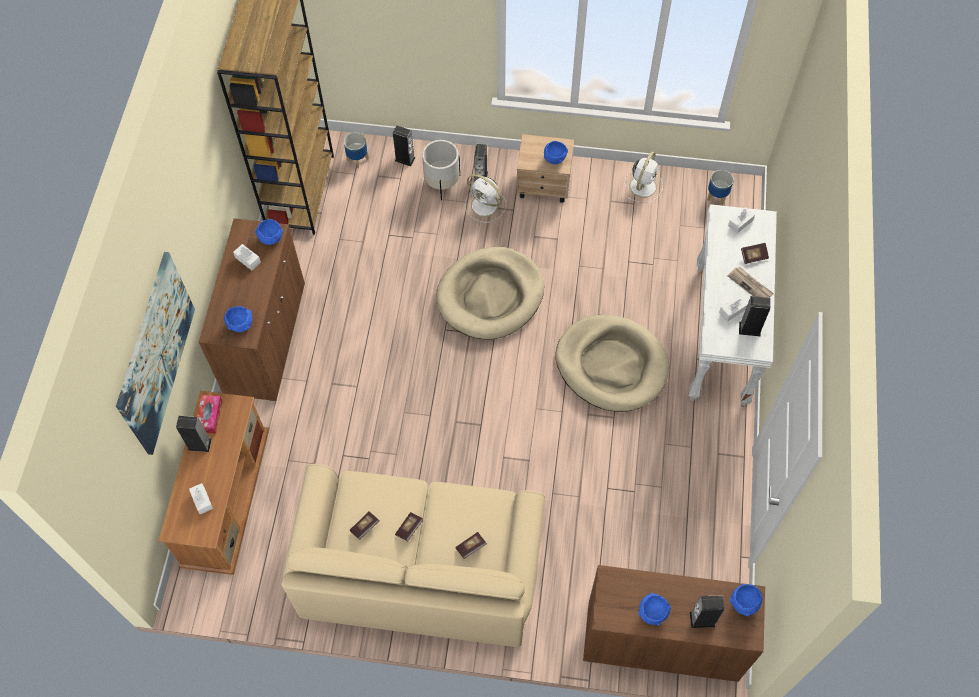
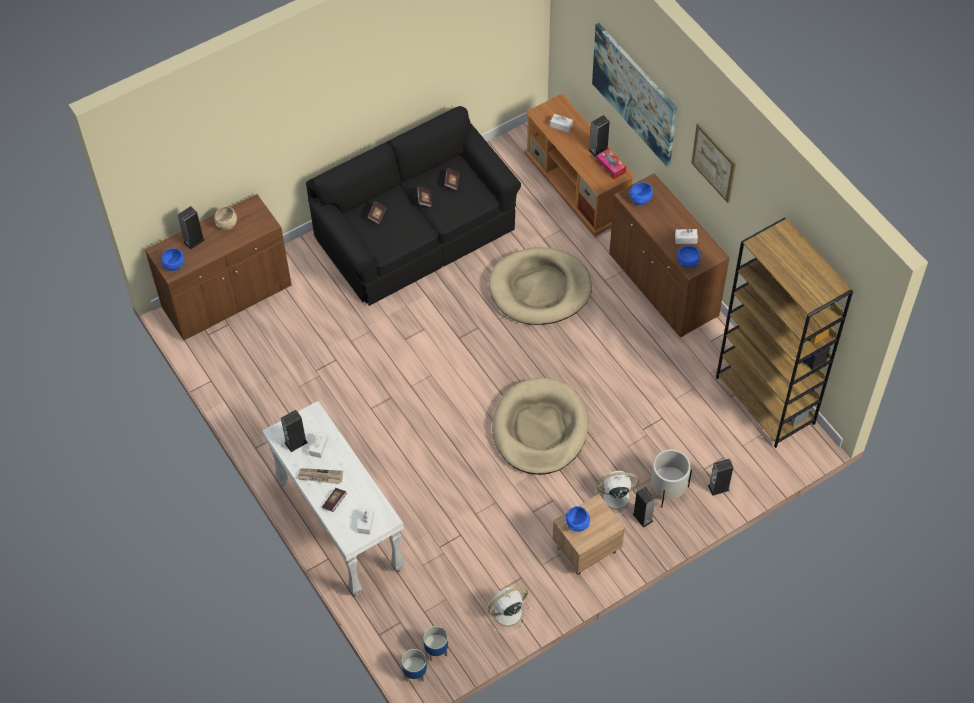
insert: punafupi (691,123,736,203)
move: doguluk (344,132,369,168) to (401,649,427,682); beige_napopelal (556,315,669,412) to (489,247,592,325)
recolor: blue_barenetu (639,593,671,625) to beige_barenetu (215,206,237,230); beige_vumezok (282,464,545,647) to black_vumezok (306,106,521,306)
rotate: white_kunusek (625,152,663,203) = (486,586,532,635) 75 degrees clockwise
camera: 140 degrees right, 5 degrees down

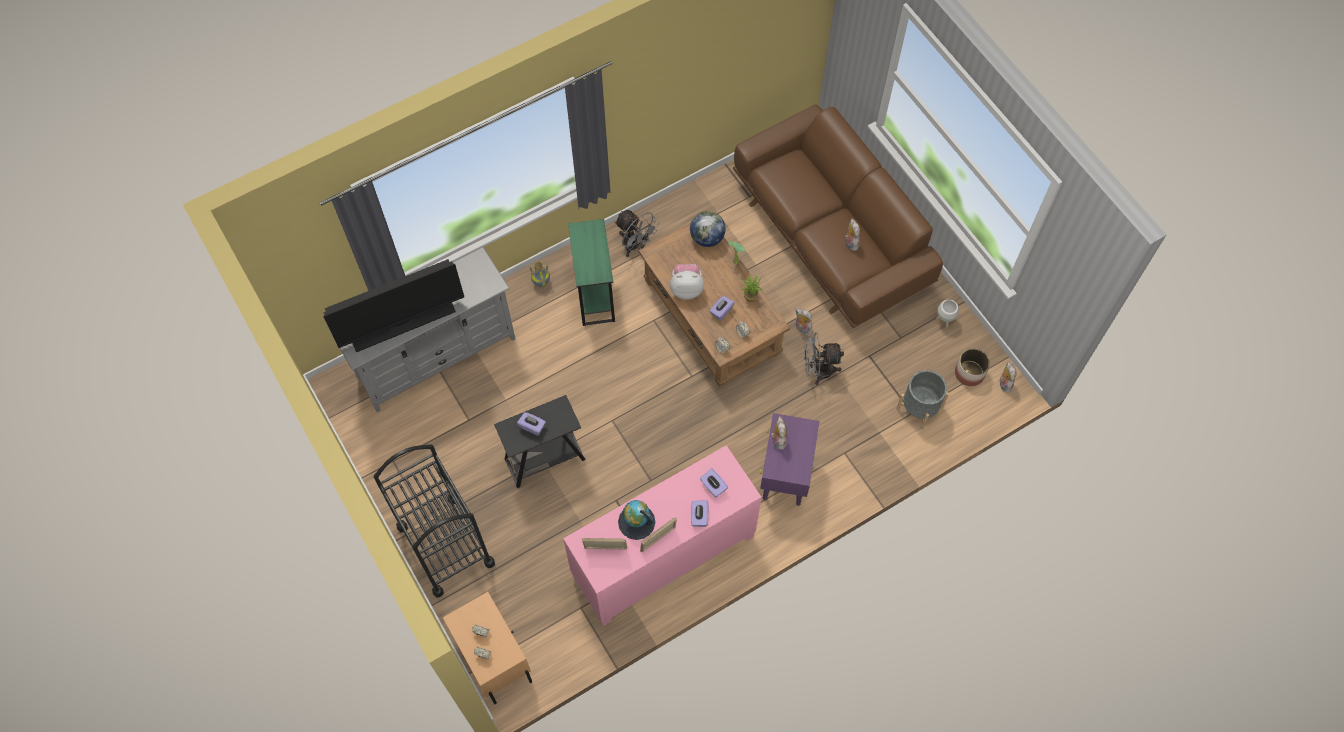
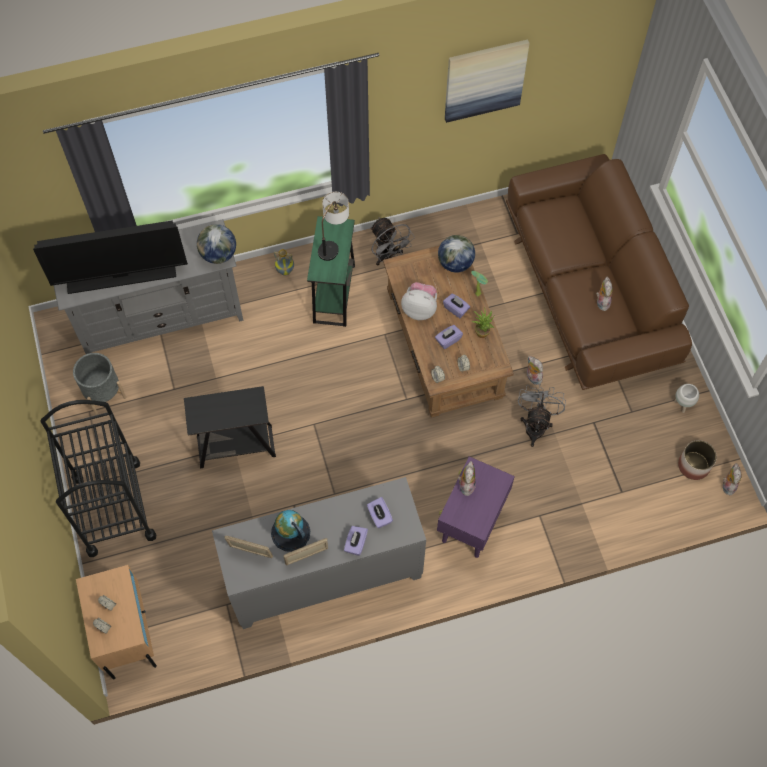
insert: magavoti (197,224,236,264); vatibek (318,192,349,261); punafupi (445,39,530,123)
move: grey_doguluk (896,370,949,430) to (73,353,126,414); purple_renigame (517,412,546,436) to (443,293,470,318)
recolor: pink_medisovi (563,445,762,626) to grey_medisovi (212,477,426,629)
rotate: grey_kunusek (804,332,844,385) = (518,384,566,447) 90 degrees clockwise
camera: 15 degrees right, 0 degrees up

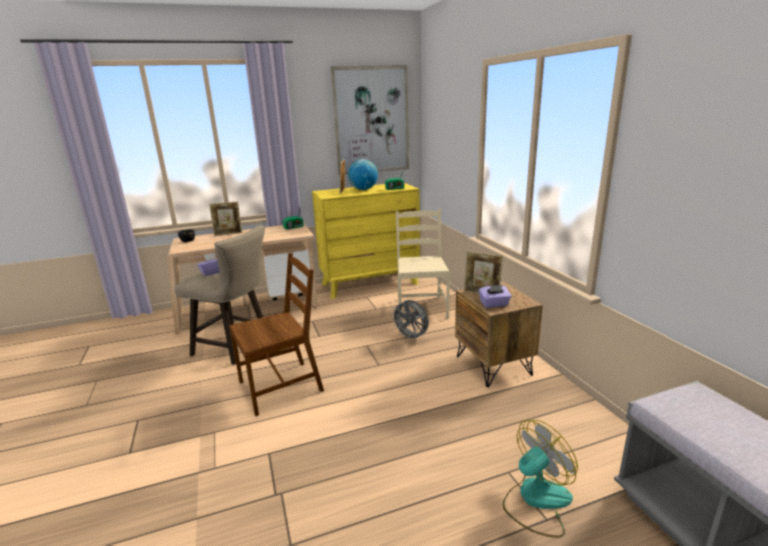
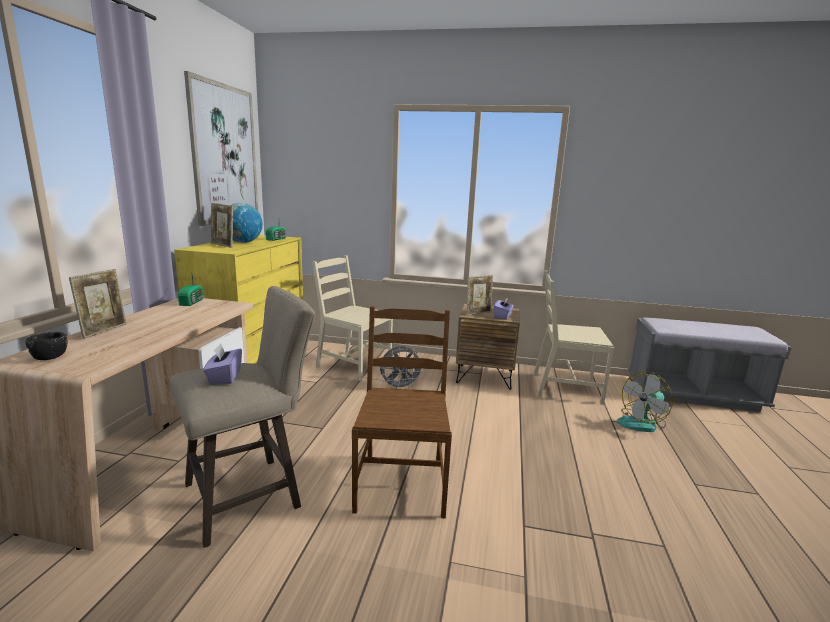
insert: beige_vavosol (533,271,614,405)
rotate: kunusek (503,420,578,538) = (617,371,673,432) 120 degrees counterclockwise
camera: 60 degrees left, 5 degrees down

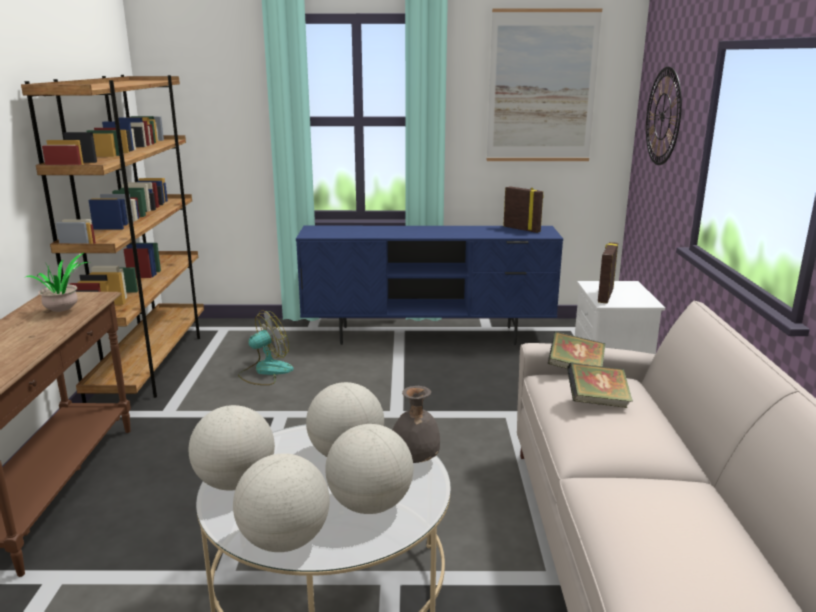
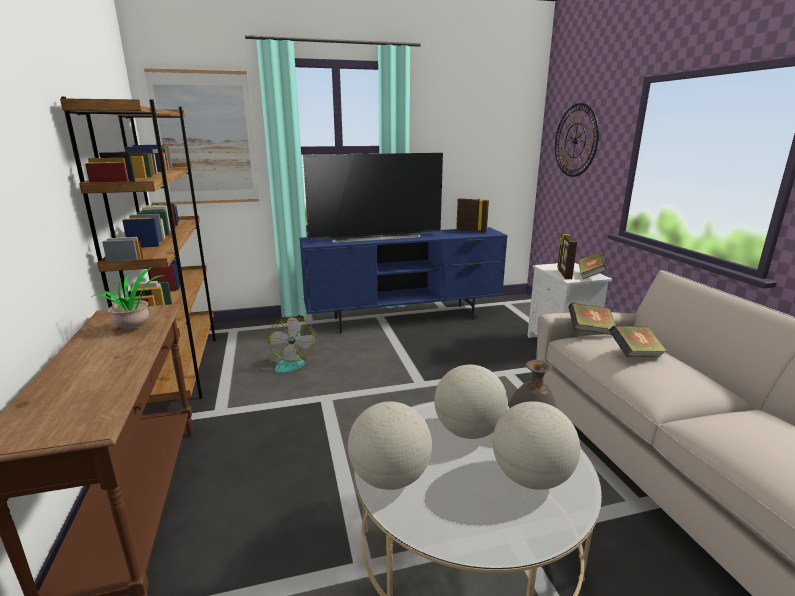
delete: magavoti (233,453,330,552)
insert: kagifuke (303,153,443,243); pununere (578,252,607,279)
move: punafupi (487,8,602,161) to (144,68,260,205)
rotate: kunusek (238,310,294,385) = (265,316,316,374) 135 degrees clockwise
camera: 15 degrees left, 0 degrees up

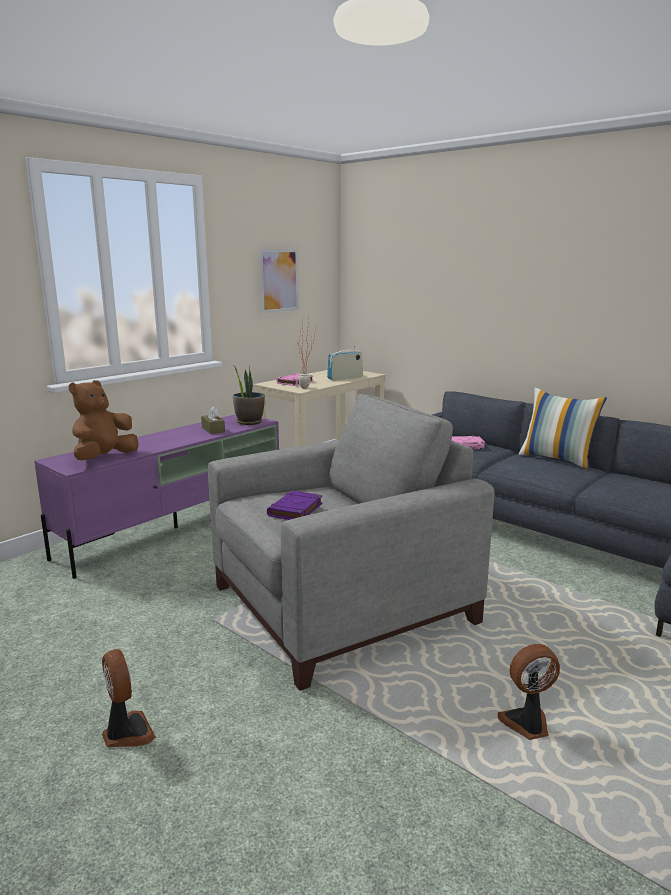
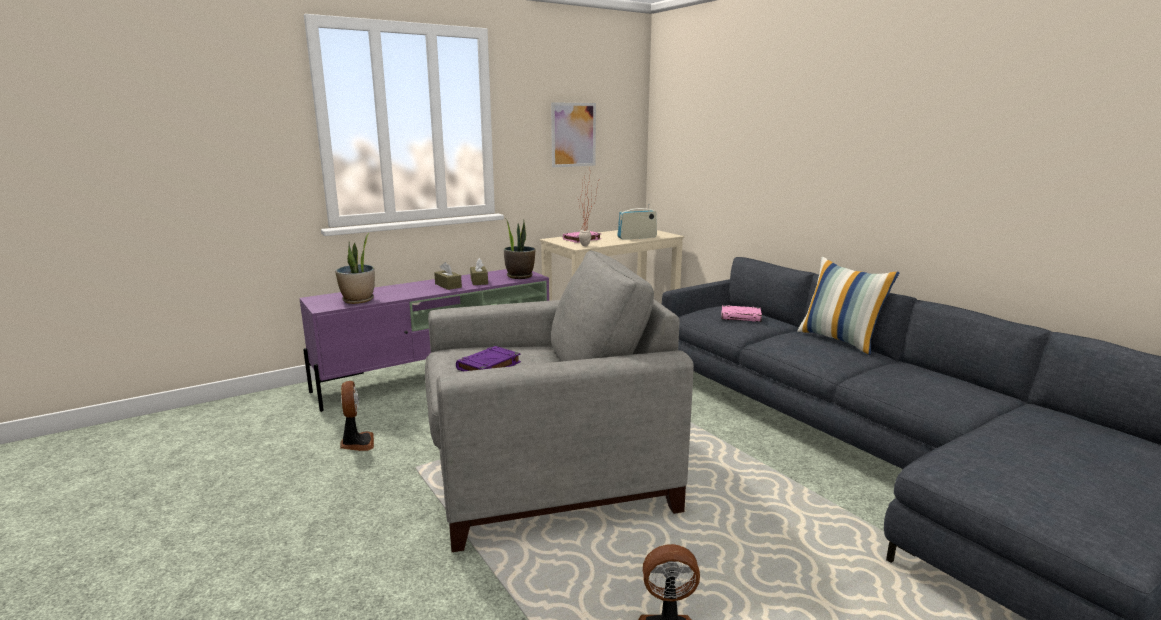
insert: brown_renigame (434,262,462,290)
move: kunusek (102,649,156,747) to (340,381,374,451)
replace: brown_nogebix (69,380,139,460) to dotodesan (335,233,375,304)
camera: 15 degrees right, 0 degrees up

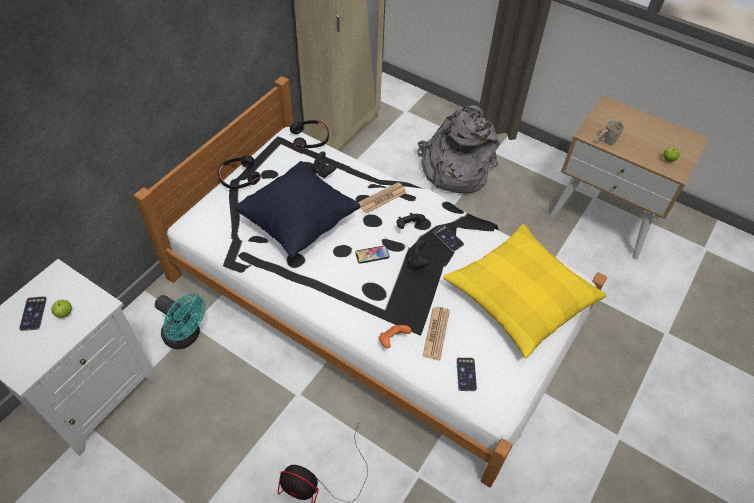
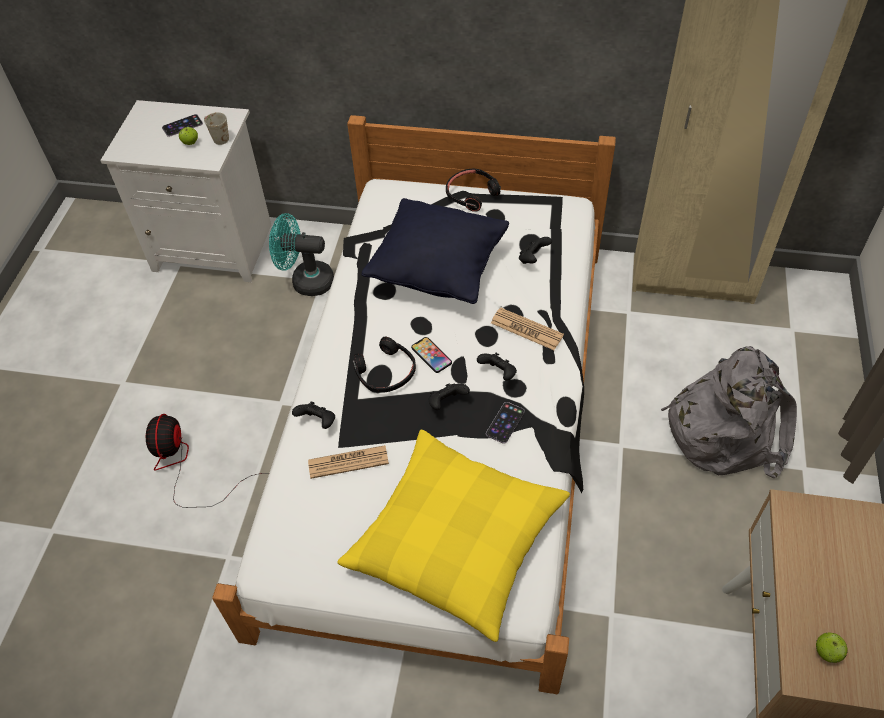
delete: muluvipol (456,357,477,391)
move: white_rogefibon (598,120,624,145) to (204,112,229,145); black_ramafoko (290,120,329,150) to (352,337,416,393)
recolor: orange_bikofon (379,325,411,348) to black_bikofon (292,402,335,429)
rotate: turquoise_kunusek (155,294,205,349) = (269,213,334,296) 90 degrees clockwise
camera: 70 degrees right, 0 degrees up

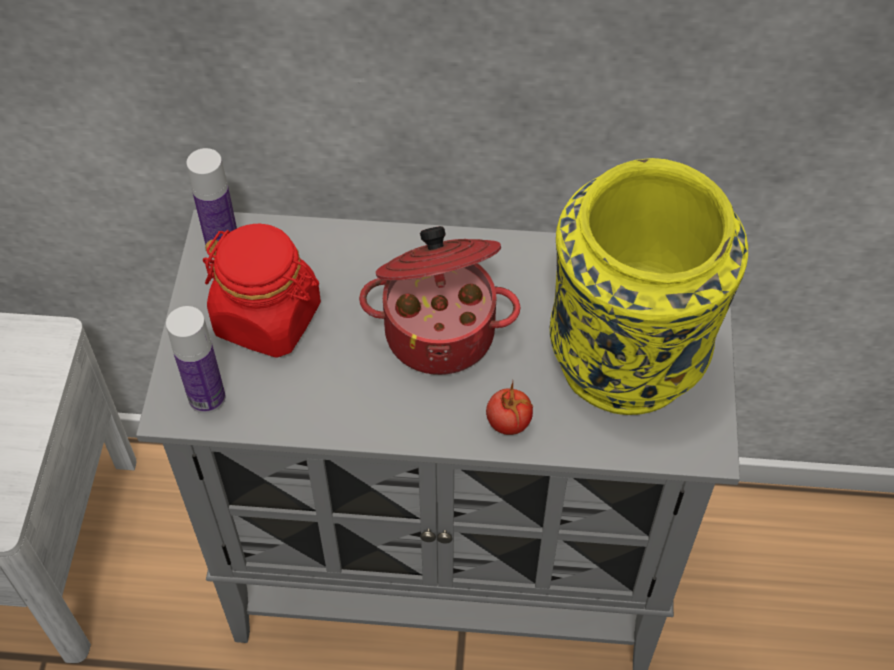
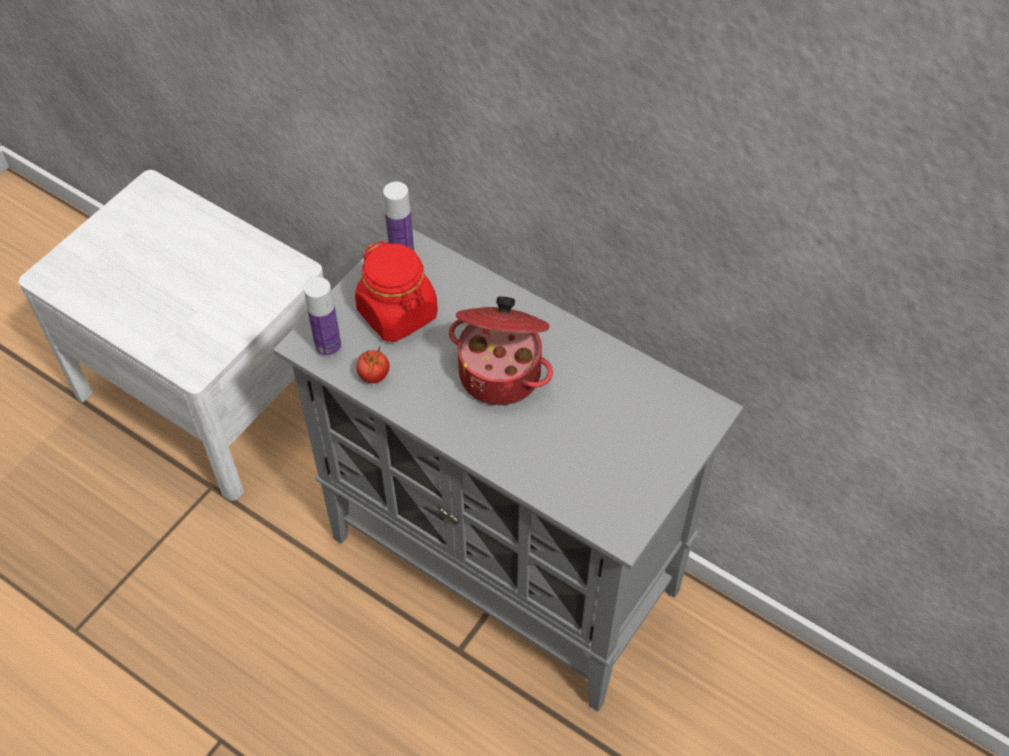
delete: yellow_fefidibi (550,158,748,415)
move: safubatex (486,382,533,435) to (356,346,389,383)
camera: 30 degrees right, 0 degrees up

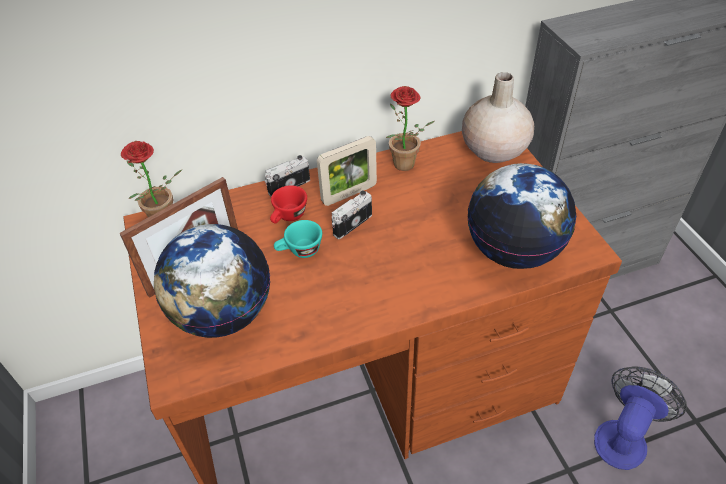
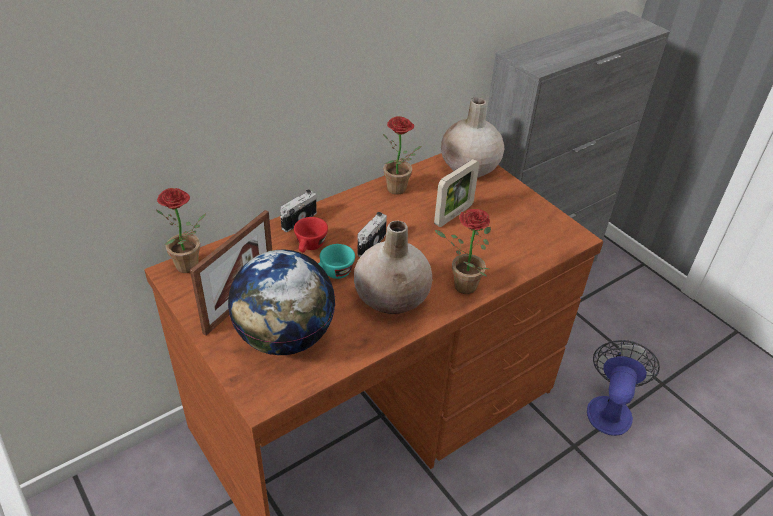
delete: magavoti (467,163,576,269)
insert: beige_fefidibi (354,221,432,314); dotodesan (435,209,491,294)
move: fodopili (317,136,377,206) to (434,159,479,227)
camera: 20 degrees left, 5 degrees down

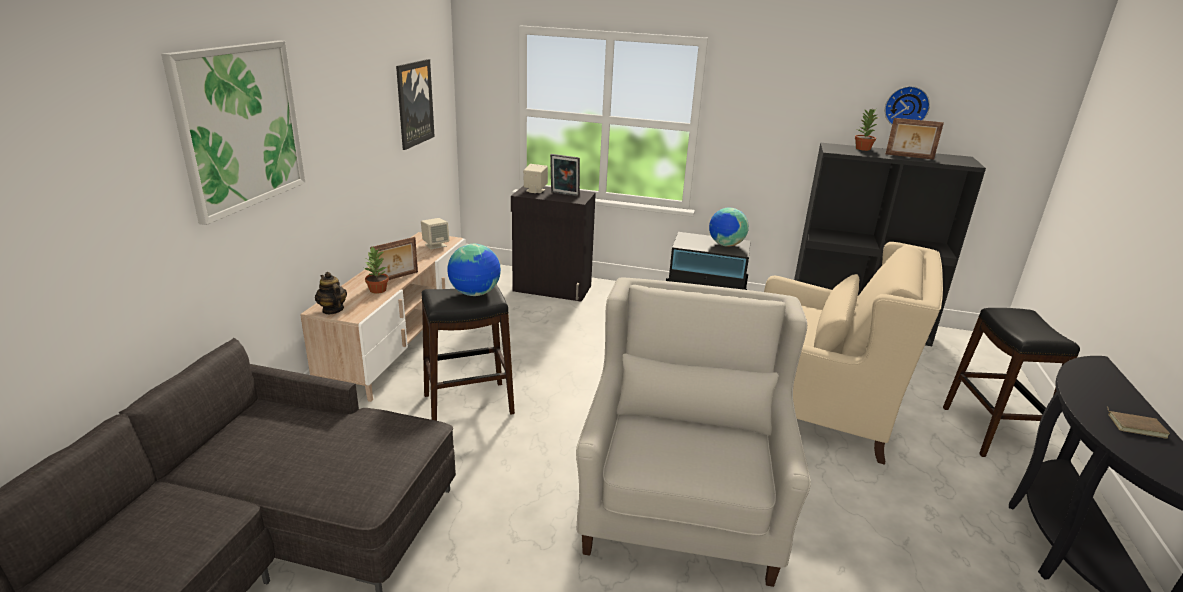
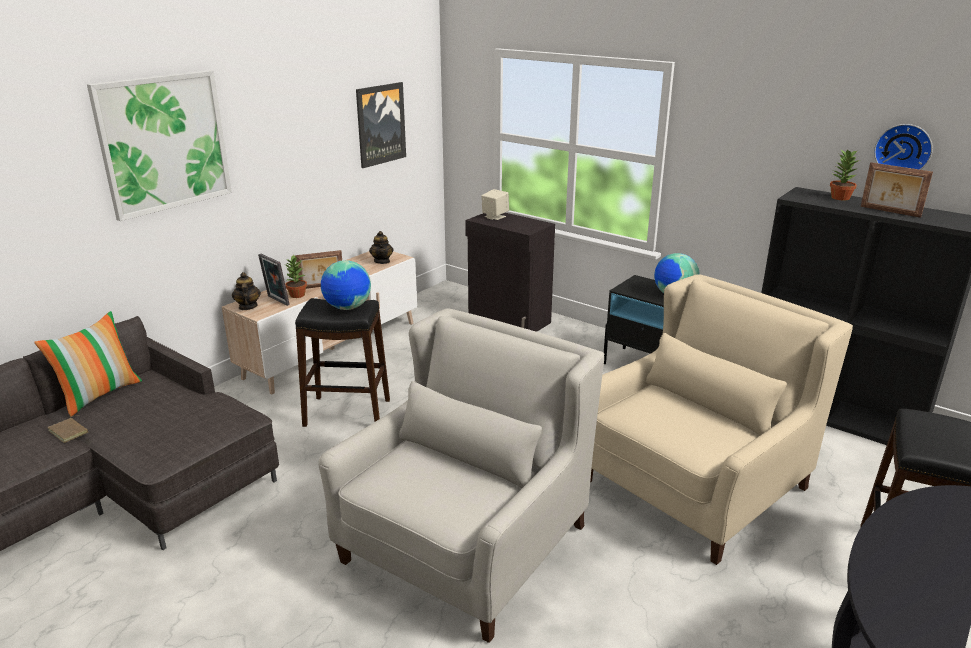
insert: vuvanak (34,311,142,417)
move: brown_pununere (1108,408,1170,439) to (48,415,88,443); fodopili (550,154,580,197) to (258,254,290,306)
replace: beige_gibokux (421,218,450,250) to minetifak (369,231,393,264)
rotate: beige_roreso (764,242,943,465) = (590,274,853,565) 90 degrees counterclockwise
camera: 25 degrees right, 0 degrees up

